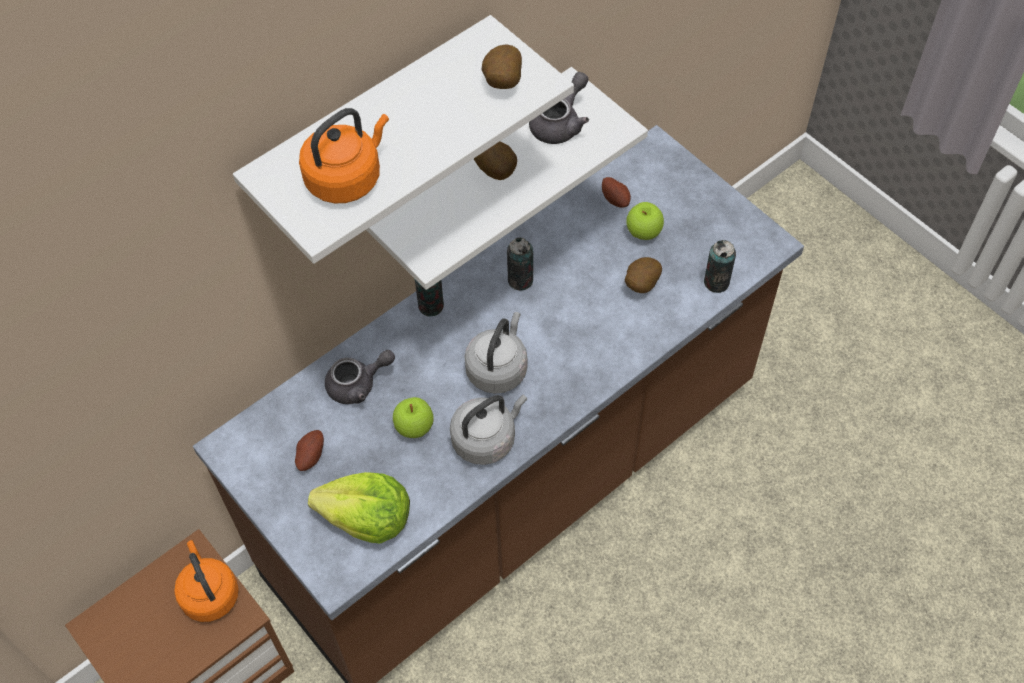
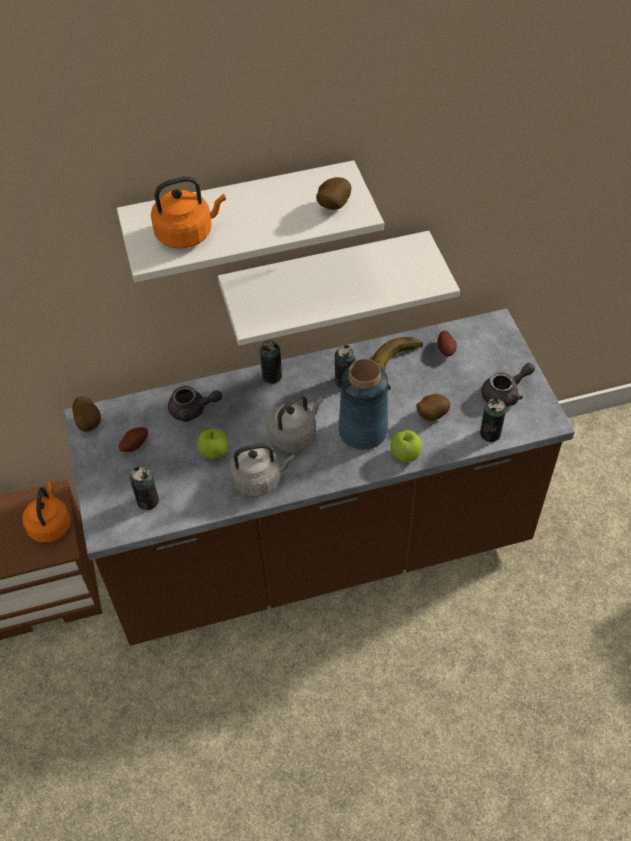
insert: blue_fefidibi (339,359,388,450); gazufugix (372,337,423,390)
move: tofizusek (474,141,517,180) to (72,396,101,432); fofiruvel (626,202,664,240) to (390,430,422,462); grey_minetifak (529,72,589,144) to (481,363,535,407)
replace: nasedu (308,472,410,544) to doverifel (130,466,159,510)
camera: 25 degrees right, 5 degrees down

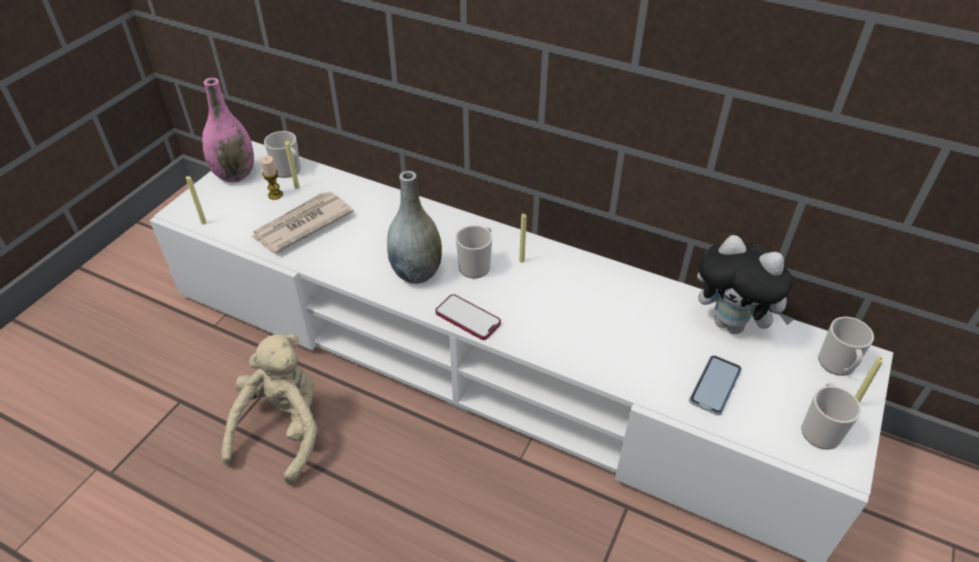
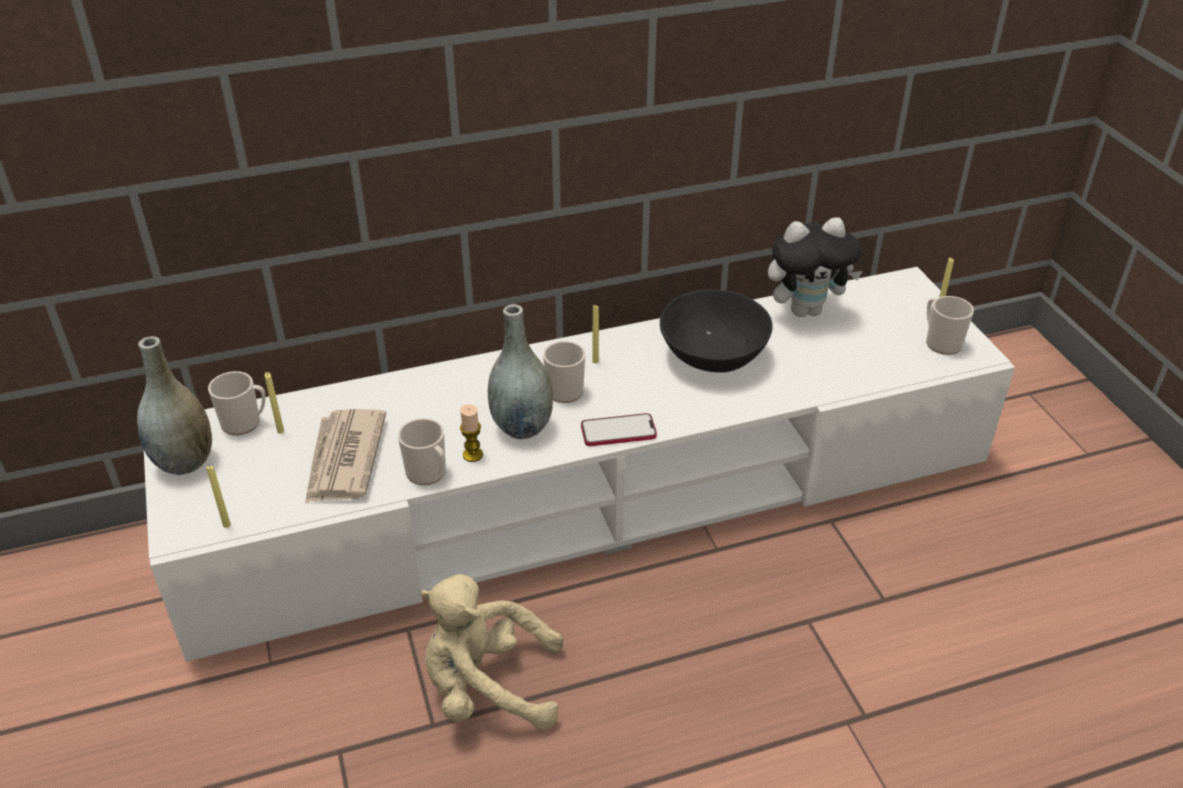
delete: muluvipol (689,355,742,415)
insert: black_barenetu (660,290,773,372)
move: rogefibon (818,317,874,376) to (398,418,446,485); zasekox (260,155,283,200) to (460,404,483,462)
recolor: pink_fefidibi (202,78,254,182) to grey_fefidibi (137,336,212,475)
rotate: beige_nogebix (221,334,318,485) = (420,574,563,730) 60 degrees counterclockwise
camera: 45 degrees left, 5 degrees down

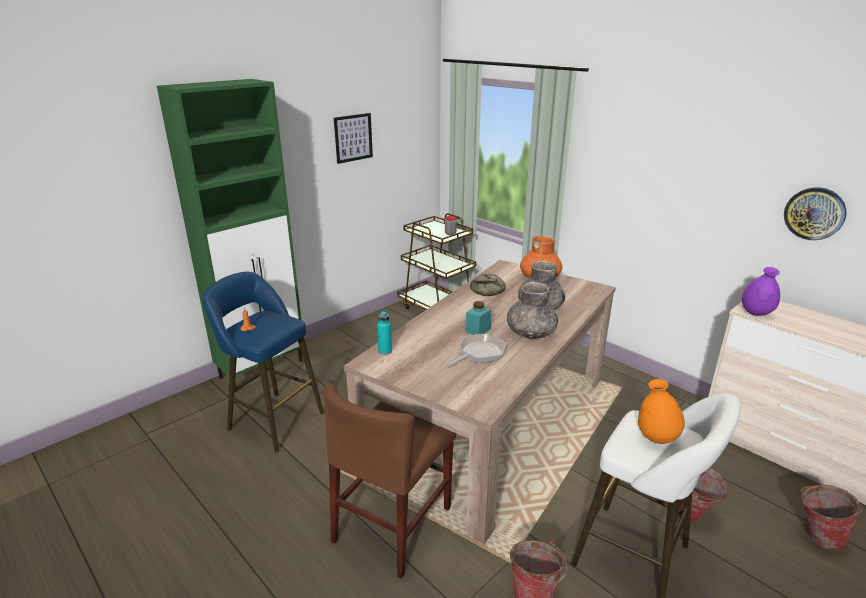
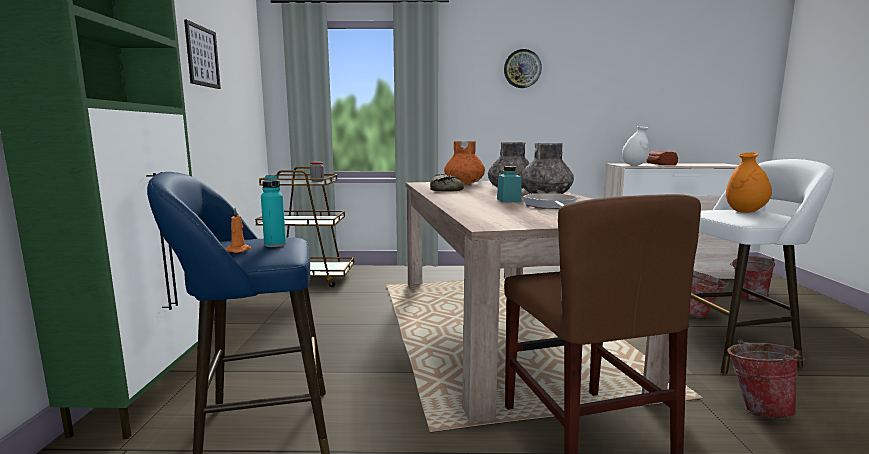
insert: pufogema (646,151,678,165)
move: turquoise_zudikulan (377,311,392,355) to (261,175,286,247); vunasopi (784,187,847,240) to (504,49,542,88)
recolor: purple_fefidibi (742,267,780,316) to white_fefidibi (622,126,649,166)
camera: 45 degrees left, 15 degrees down

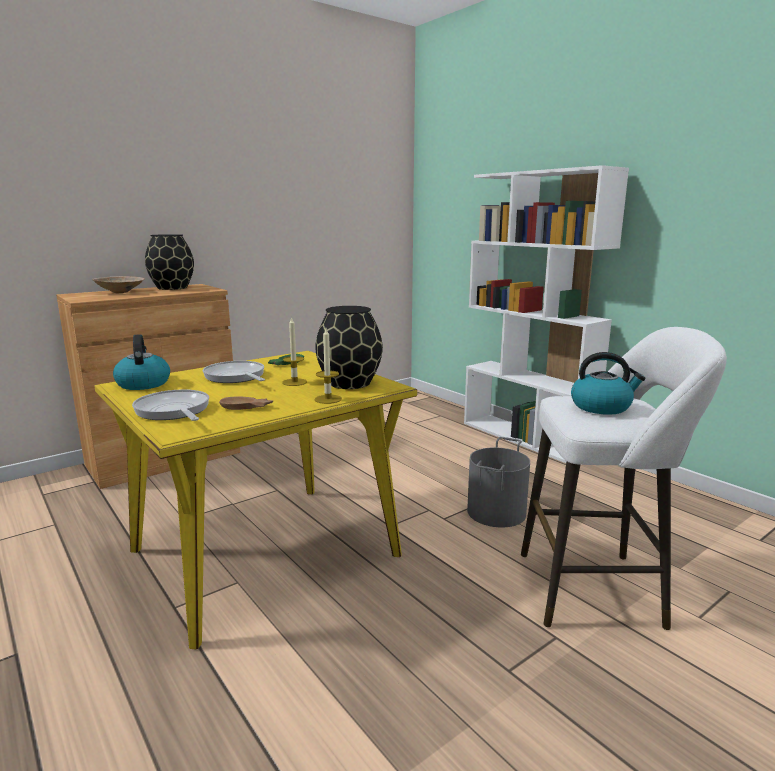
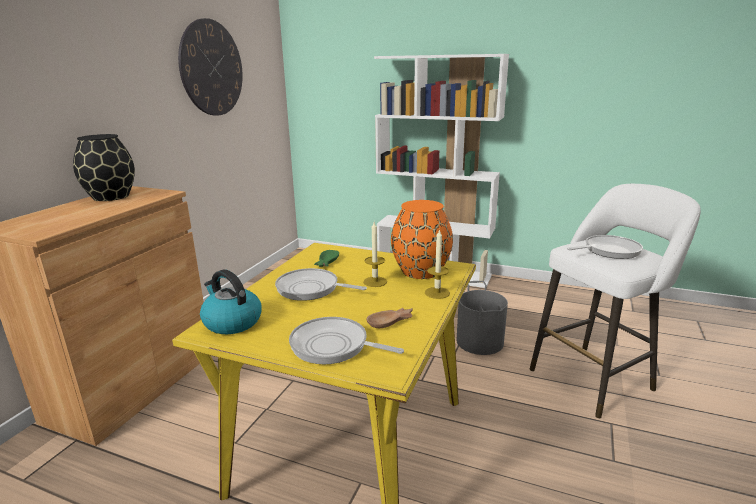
delete: beige_barenetu (92,276,145,293)
insert: vunasopi (178,18,242,116)
replace: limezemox (571,352,646,415) to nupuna (567,235,643,259)
recolor: black_fefidibi (315,306,383,389) to orange_fefidibi (391,200,453,279)
camera: 30 degrees left, 5 degrees up

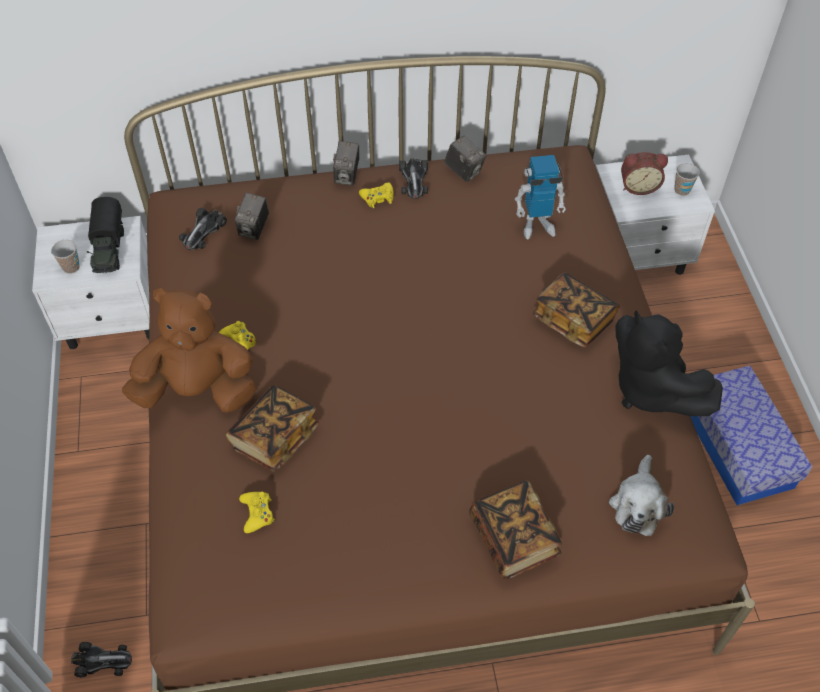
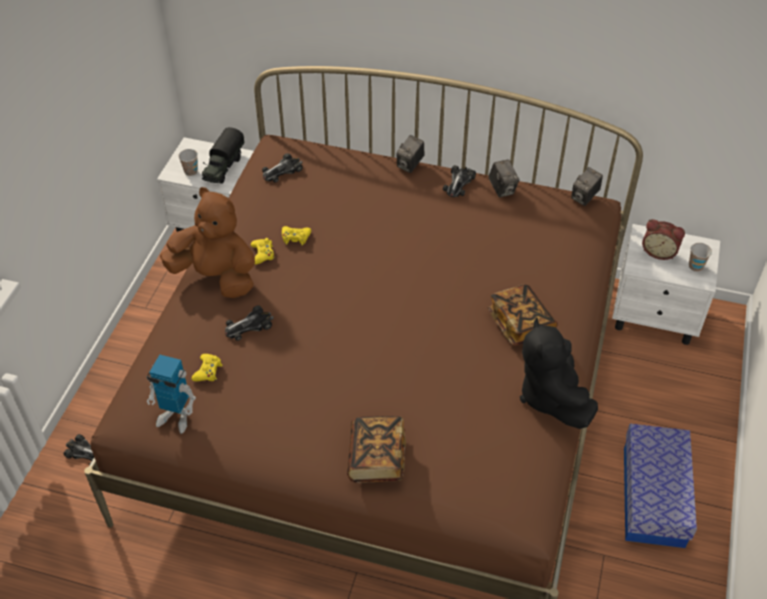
delete: nogebix (609,455,674,536)
move: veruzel (515,155,566,239) to (147,355,196,433); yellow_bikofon (359,183,394,208) to (282,226,311,245); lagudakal (235,193,269,240) to (571,167,603,206)
replace: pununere (226,385,319,472) to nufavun (225,306,274,341)
camera: 25 degrees right, 5 degrees down

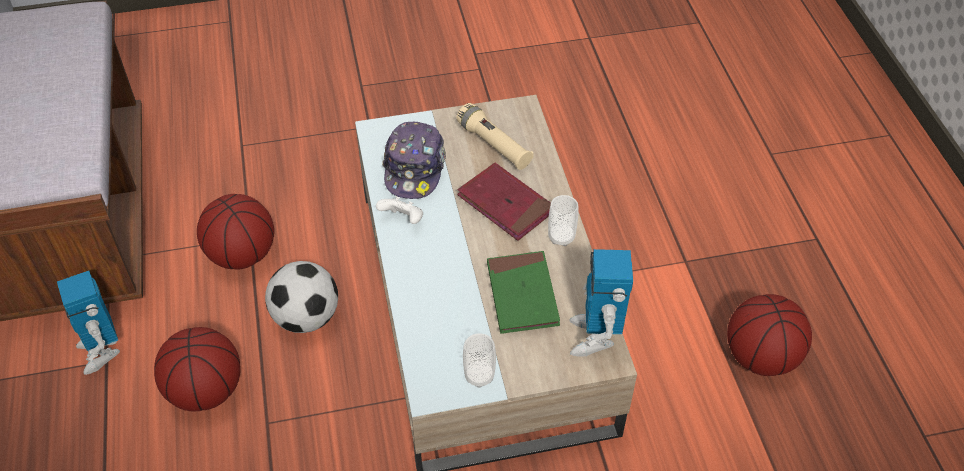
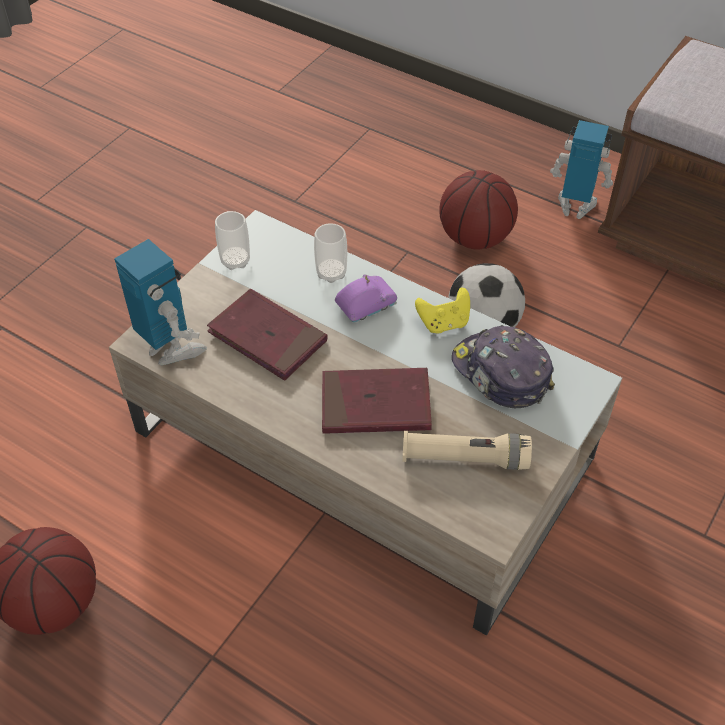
delete: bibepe (197,194,274,270)
insert: purple_nufavun (335,275,397,323)
move: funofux (548,195,579,246) to (314,223,347,283)
recolor: green_pununere (487,251,560,334) to red_pununere (207,289,327,381); white_bikofon (376,196,423,224) to yellow_bikofon (415,287,470,333)
camera: 135 degrees right, 0 degrees up

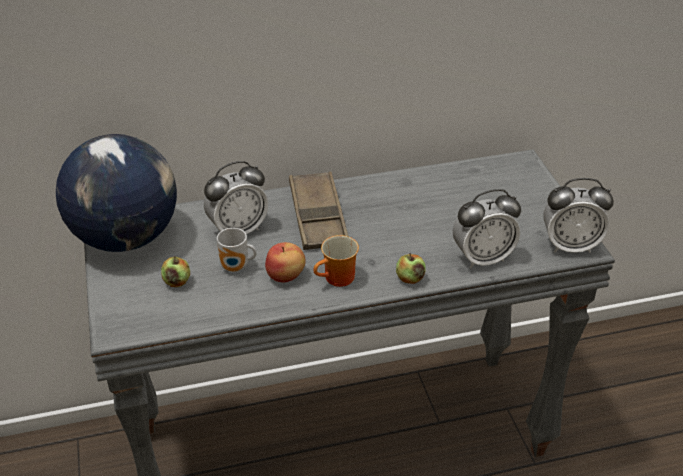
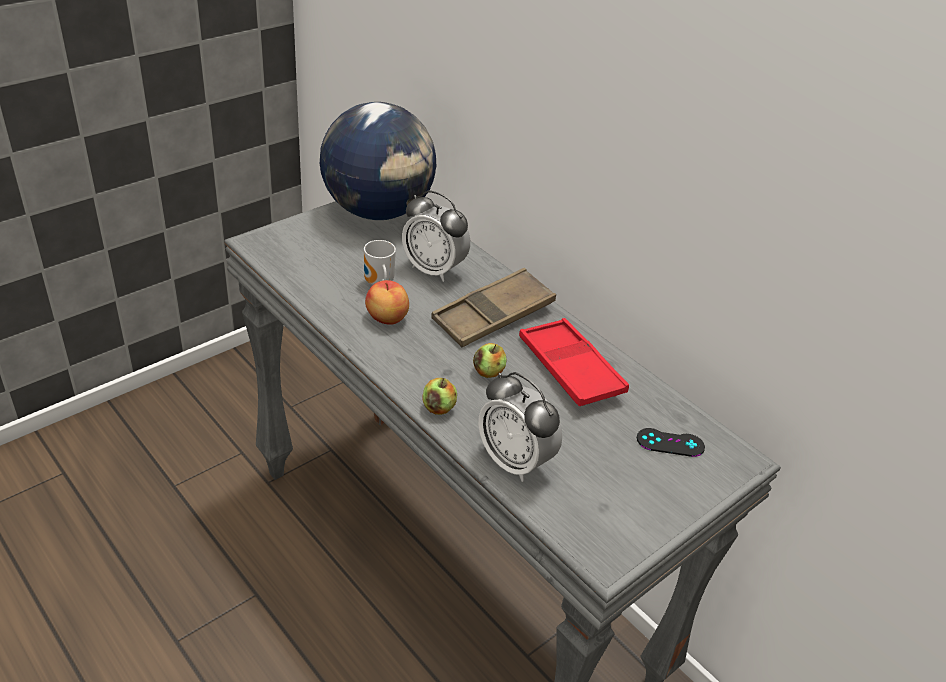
delete: rogefibon (313,235,359,287); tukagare (544,178,614,253)
insert: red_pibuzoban (519,318,629,406); black_bikofon (637,428,705,457)
move: fofiruvel (161,256,190,287) to (473,343,507,378)
camera: 60 degrees right, 0 degrees up

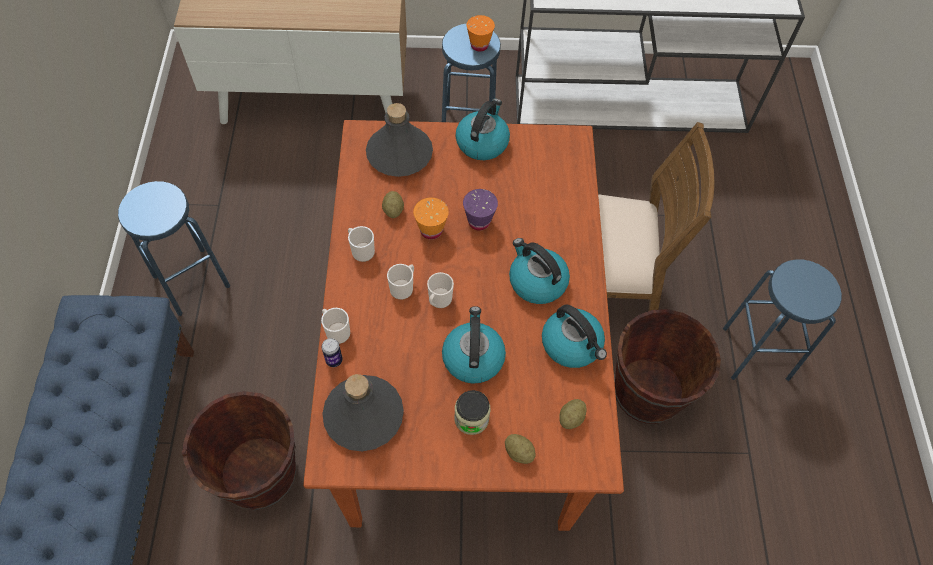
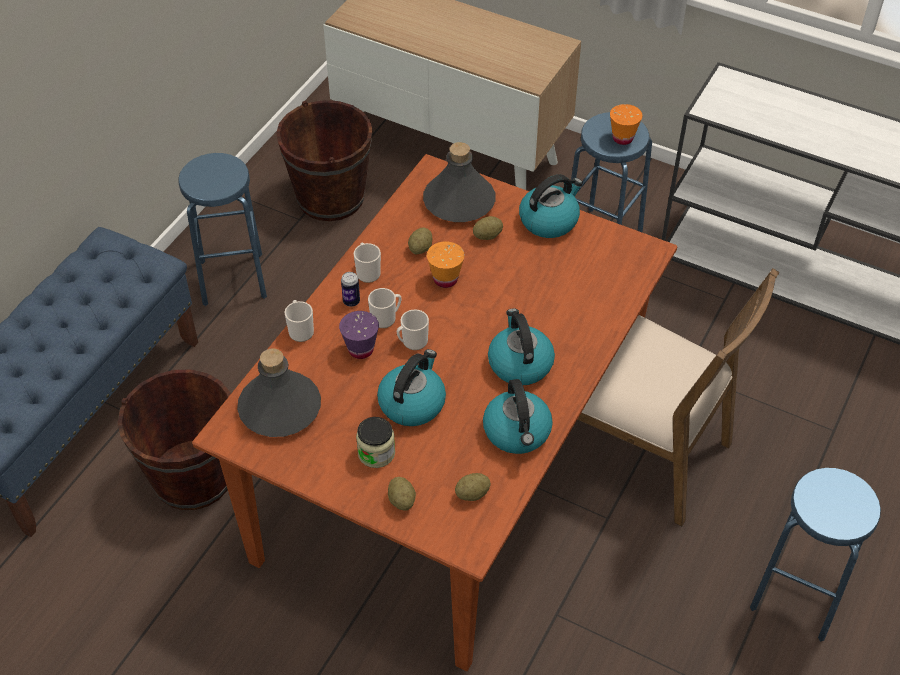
insert: tofizusek (473,216,503,240)
move: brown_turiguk (615,309,721,424) to (276,100,372,221); purple_funofux (463,189,498,231) to (339,311,379,359); doverifel (322,338,343,367) to (341,272,360,307)
camera: 30 degrees right, 10 degrees down

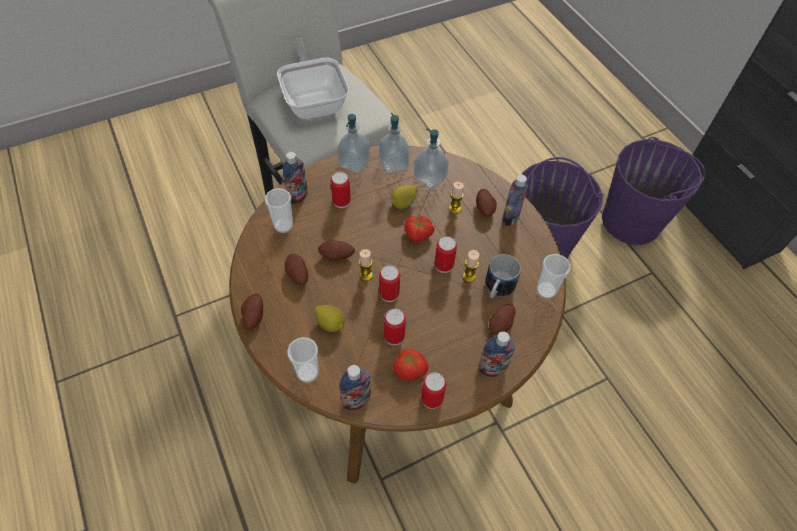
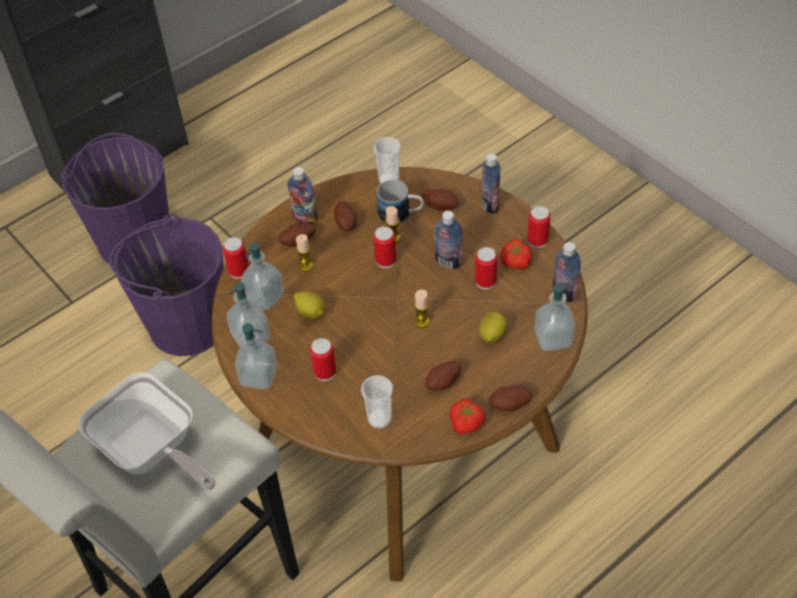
move: doverifel (379,265,400,302) to (223,237,249,279); tofizusek (318,240,355,261) to (334,201,357,231); zudikulan (283,152,308,204) to (434,211,463,269); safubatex (405,216,435,242) to (450,399,485,434)
replace: funofux (287,337,319,383) to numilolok (534,284,575,351)
rotate: nupuna (277,38,349,119) = (78,372,216,490) 105 degrees counterclockwise
camera: 100 degrees left, 5 degrees down

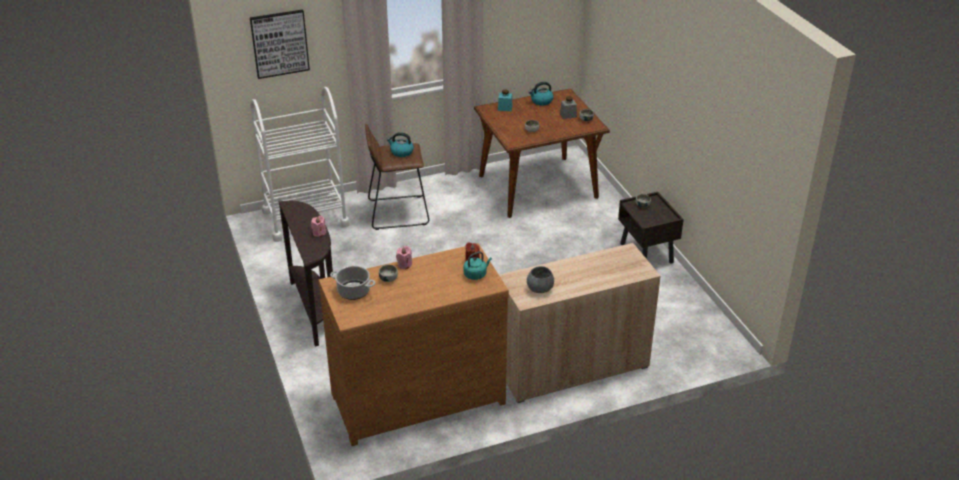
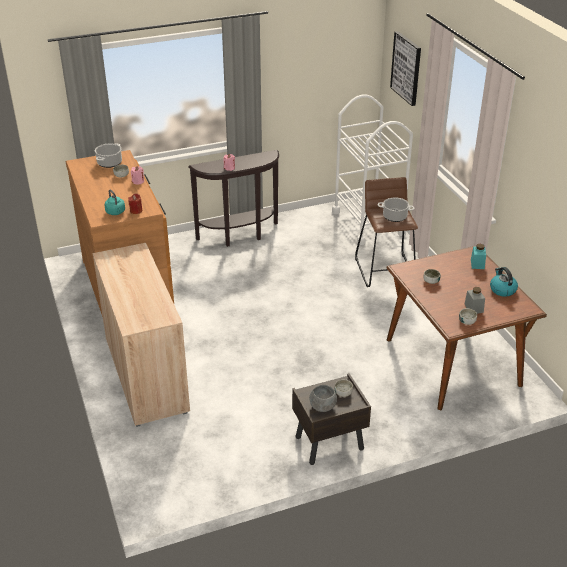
move: grey_barenetu (527,266,554,293) to (309,385,337,412)
replace: limezemox (387,132,414,157) to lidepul (377,197,415,222)
camera: 90 degrees right, 0 degrees up

